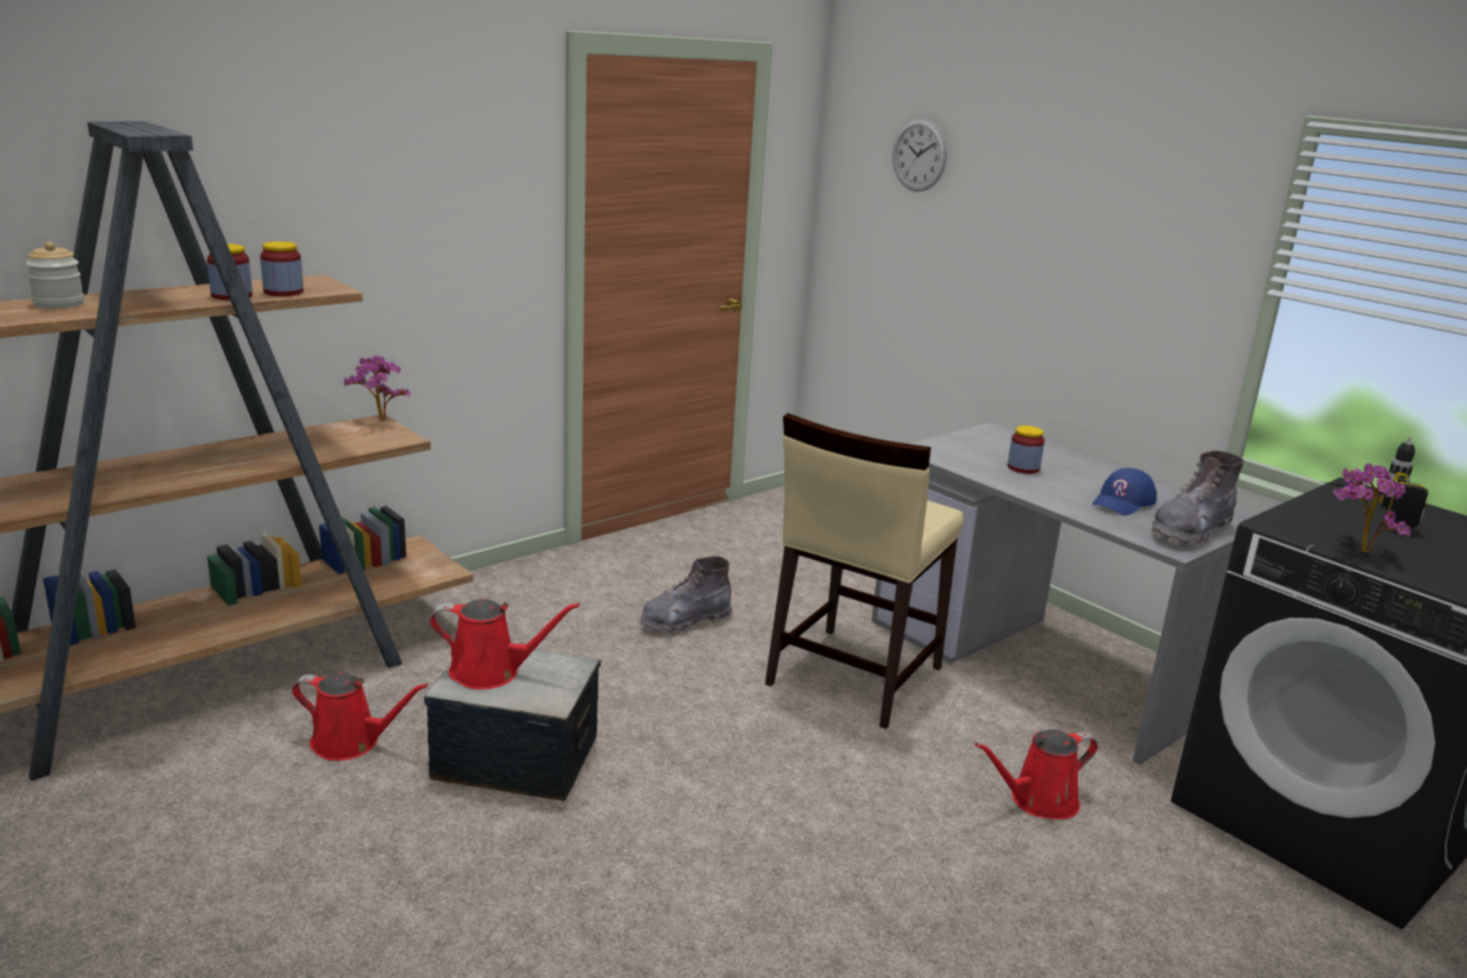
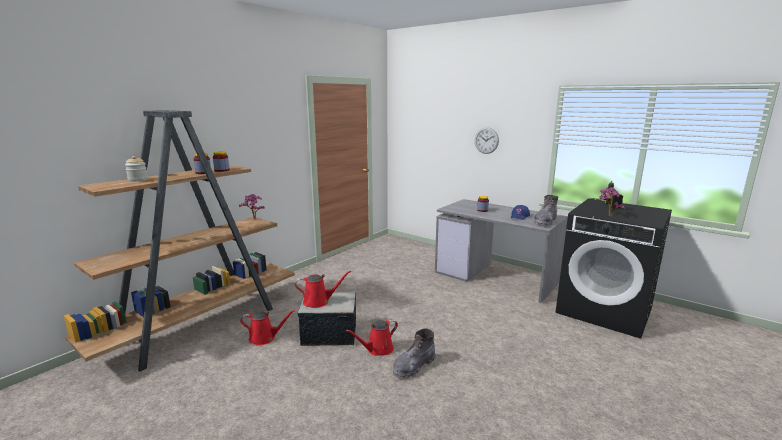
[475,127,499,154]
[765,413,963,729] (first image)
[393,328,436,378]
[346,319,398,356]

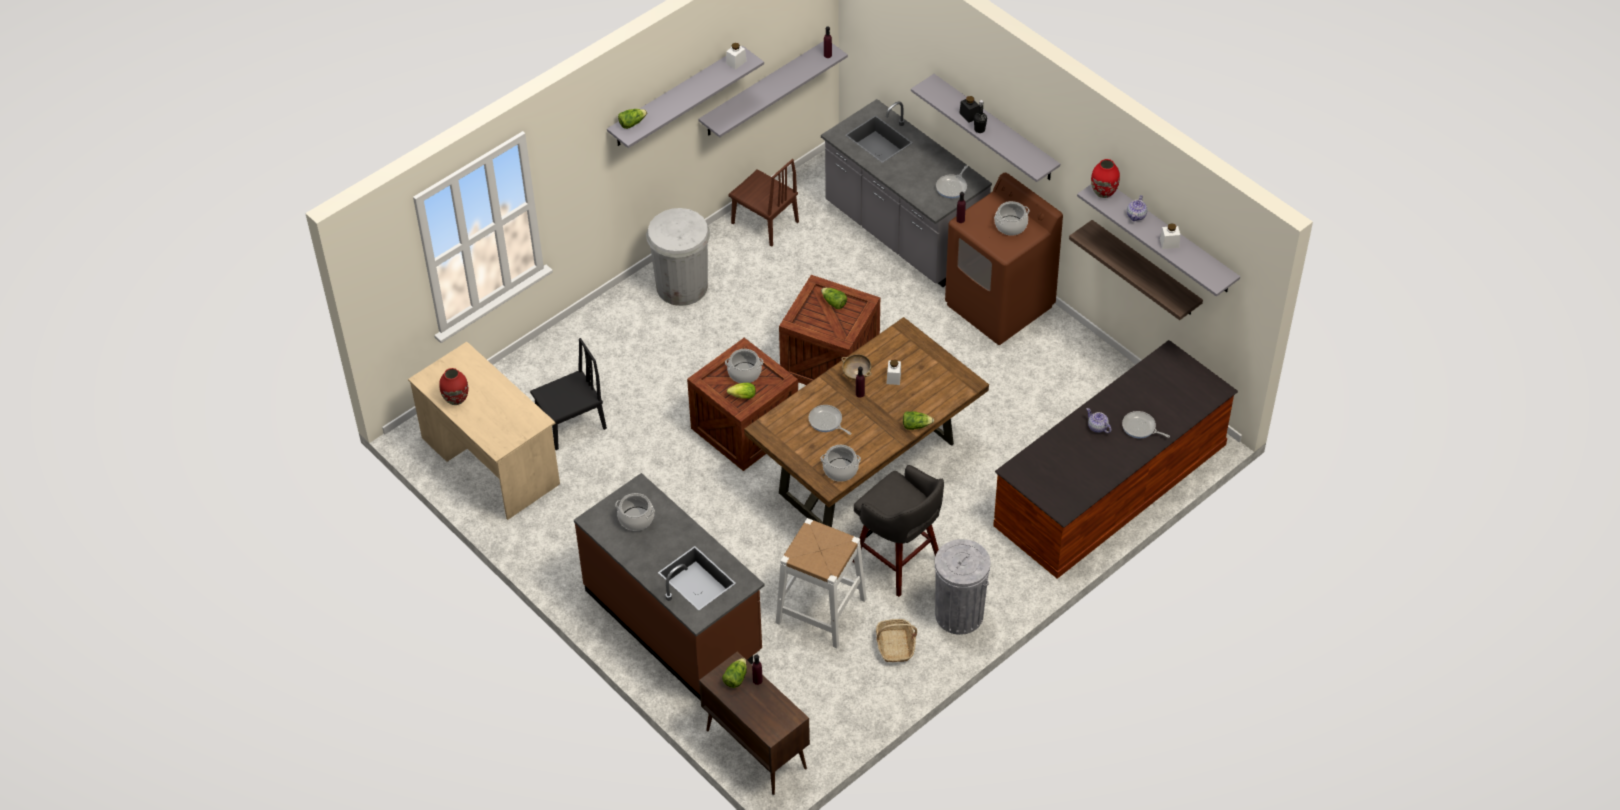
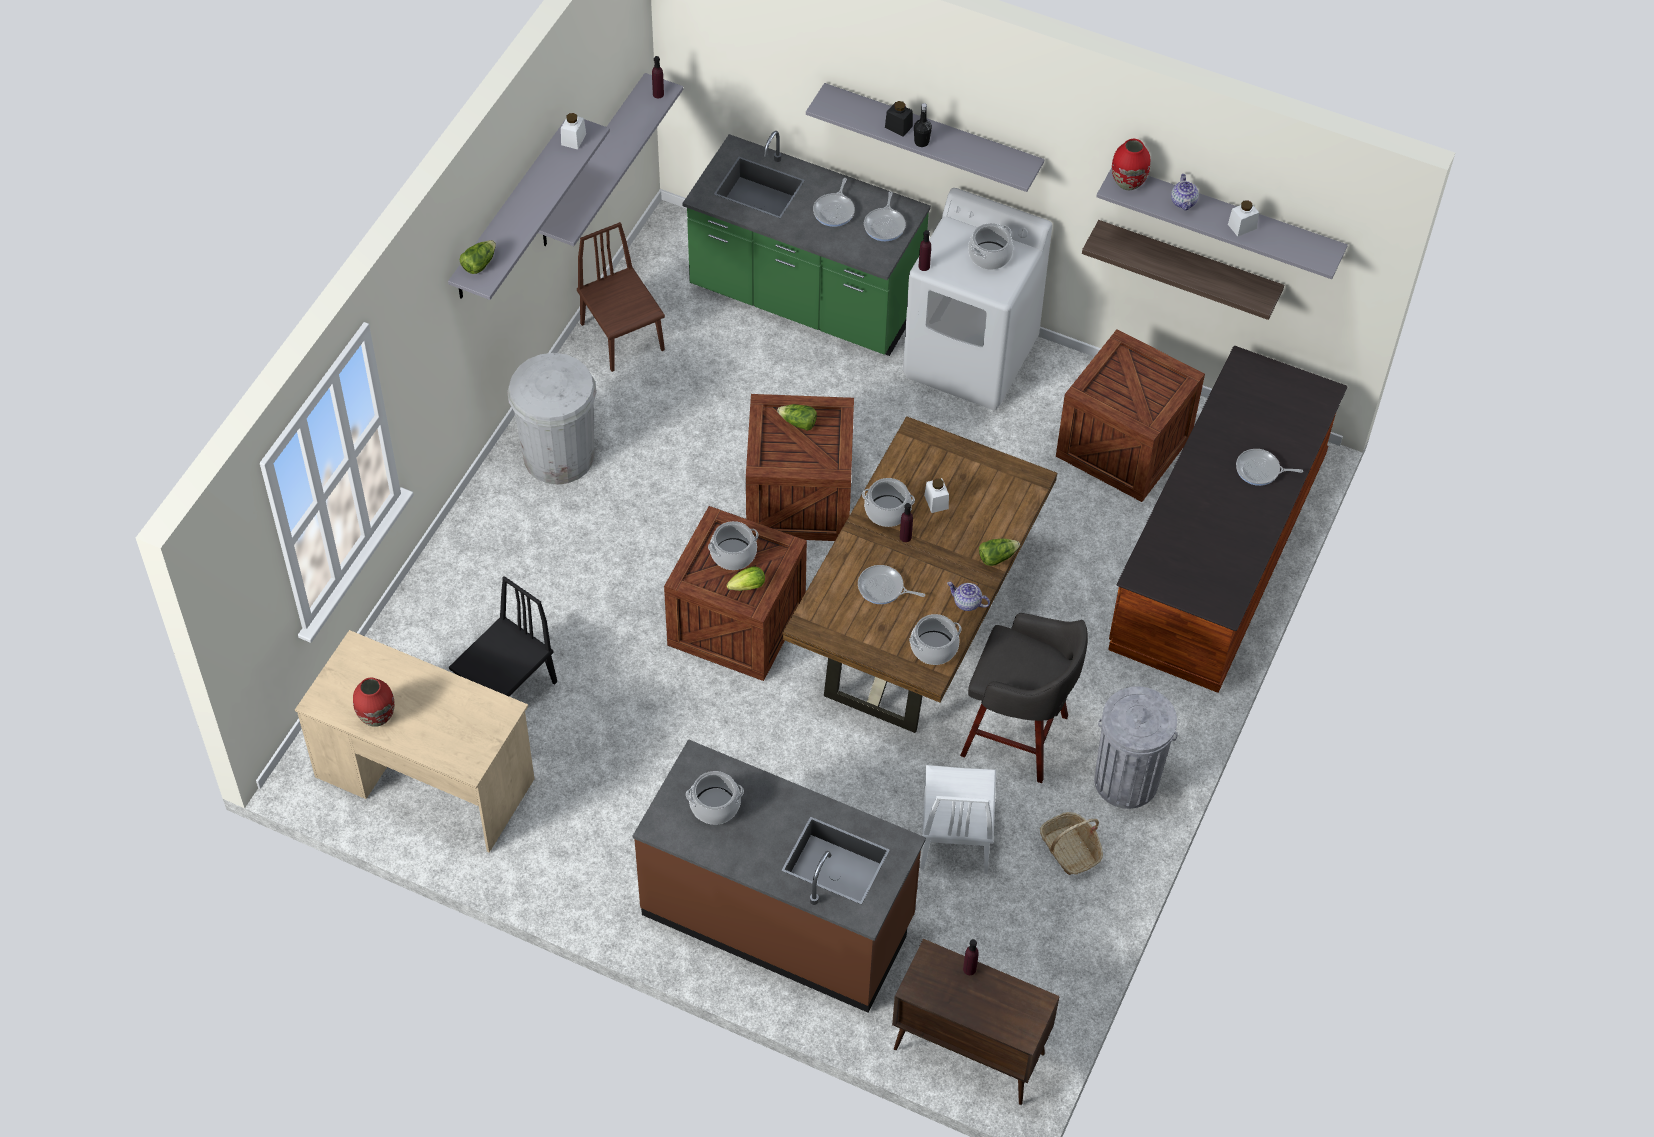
[682,131,931,356]
[577,222,665,372]
[903,188,1052,410]
[862,478,915,527]
[947,582,990,611]
[921,765,996,874]
[722,658,747,688] (first image)
[813,178,855,227]
[1056,329,1205,502]

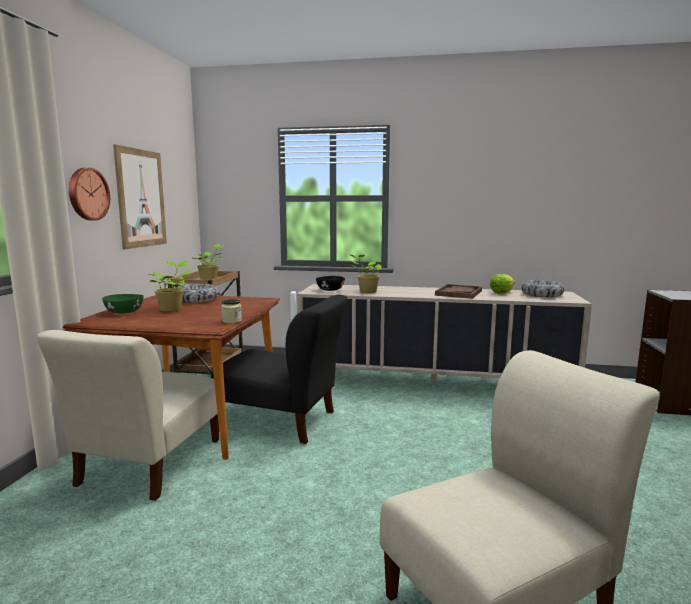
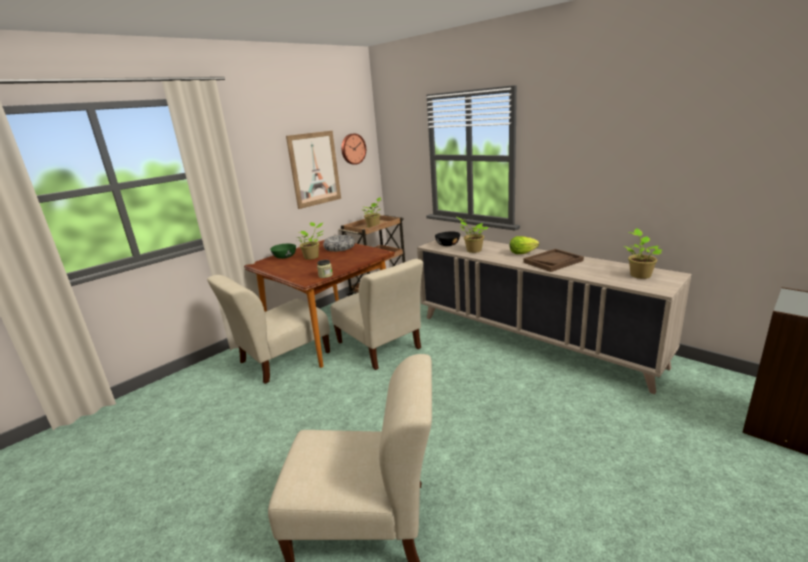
[341,134,366,165]
[510,236,539,254]
[624,228,663,279]
[330,259,423,370]

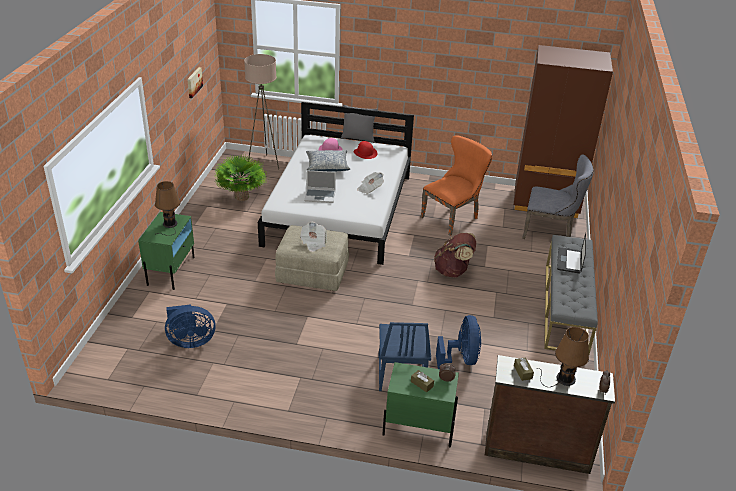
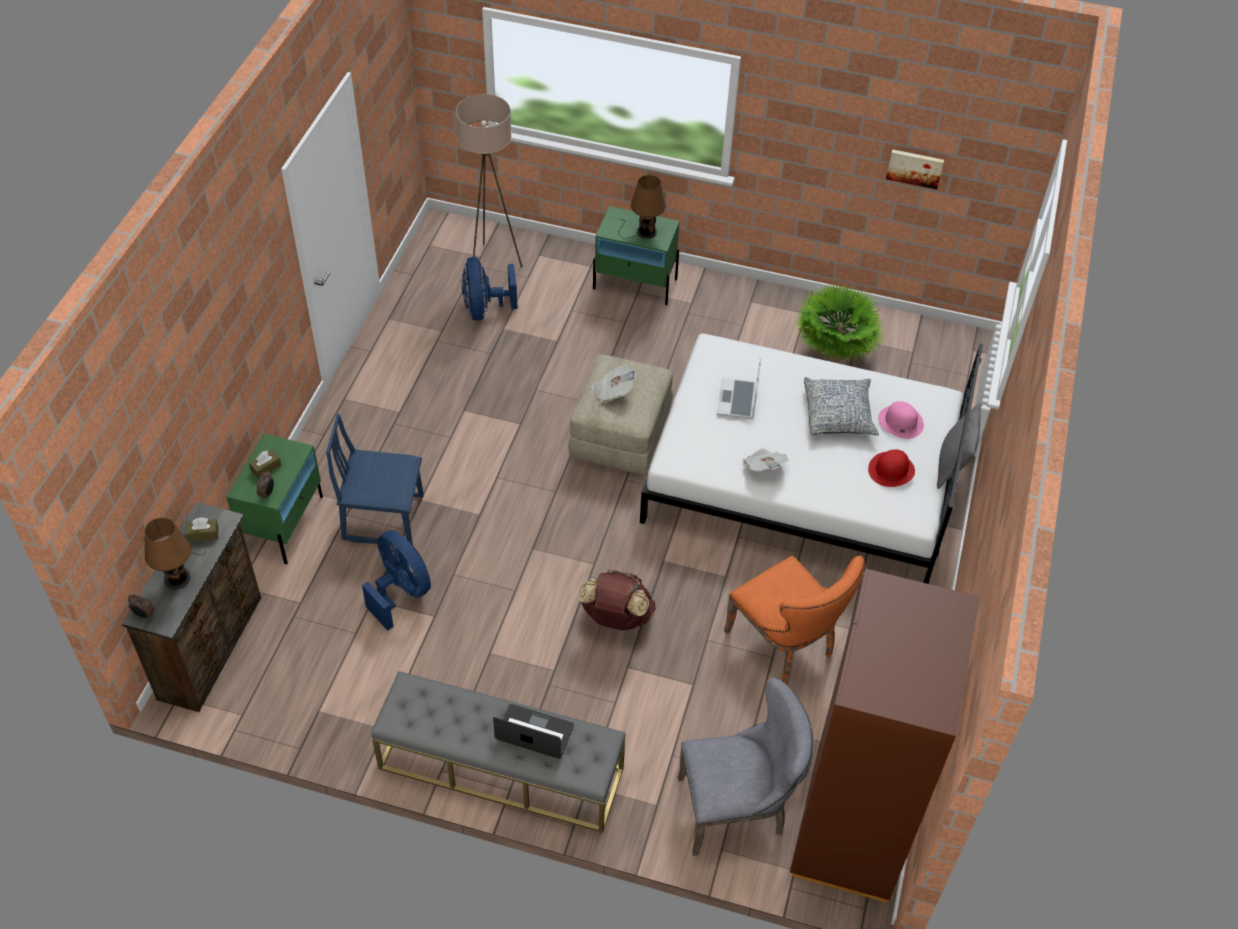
[456,94,522,267]
[678,678,813,856]
[362,530,431,630]

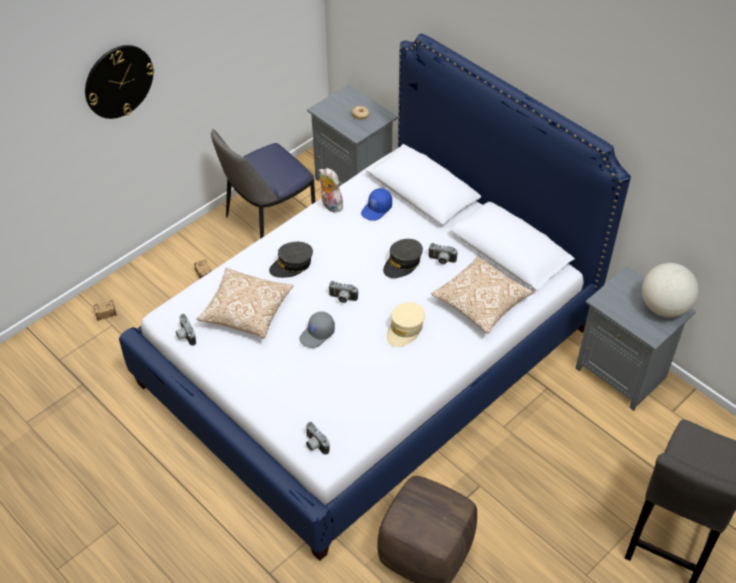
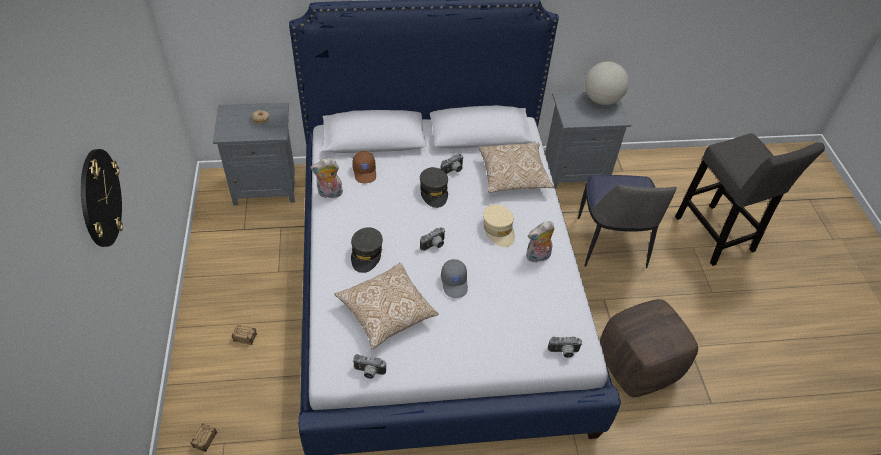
[578,175,677,268]
[352,151,376,183]
[526,221,554,263]

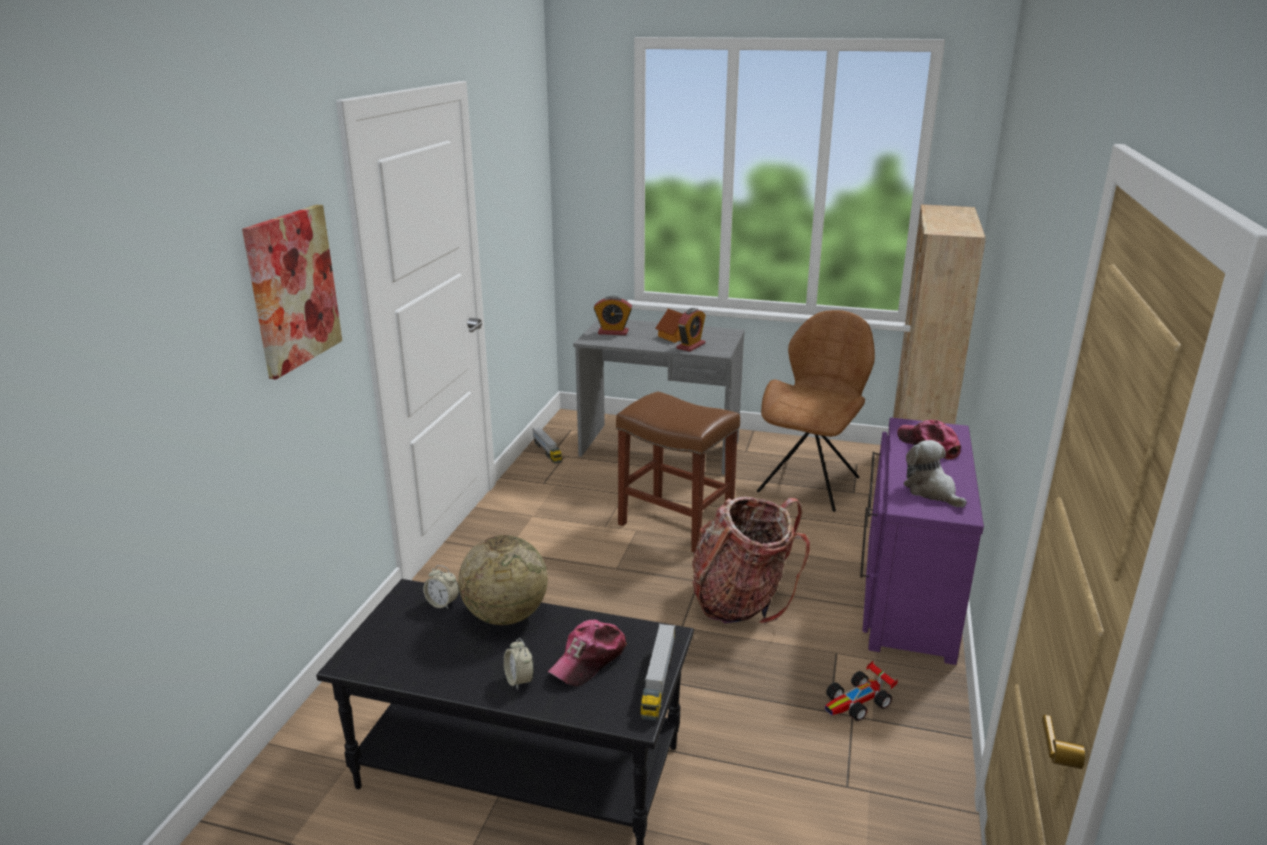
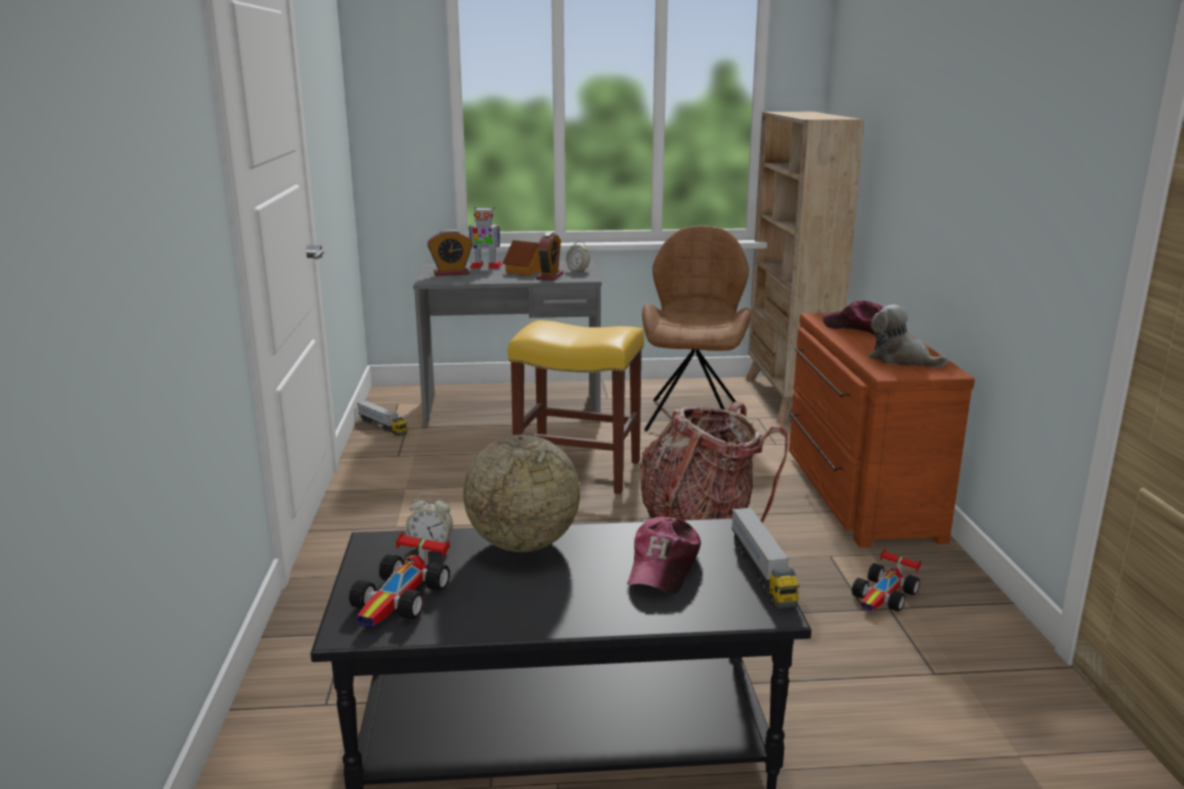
[242,205,342,379] (first image)
[508,320,644,494]
[789,313,975,548]
[566,240,590,272]
[468,207,502,269]
[349,531,450,626]

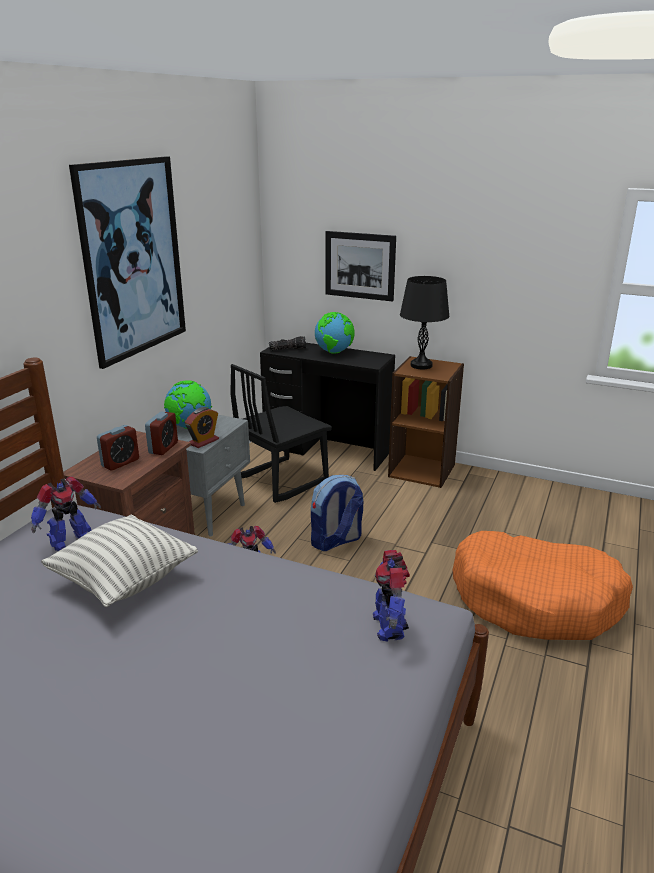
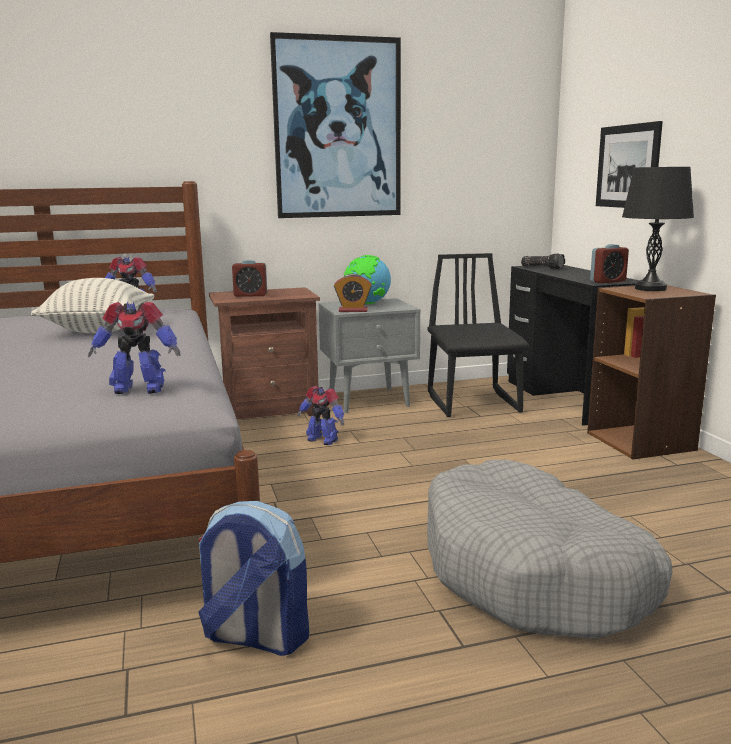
[315,312,355,354] (first image)
[428,253,529,417]
[590,244,629,283]
[198,501,309,656]
[427,459,672,639]
[88,301,181,394]

